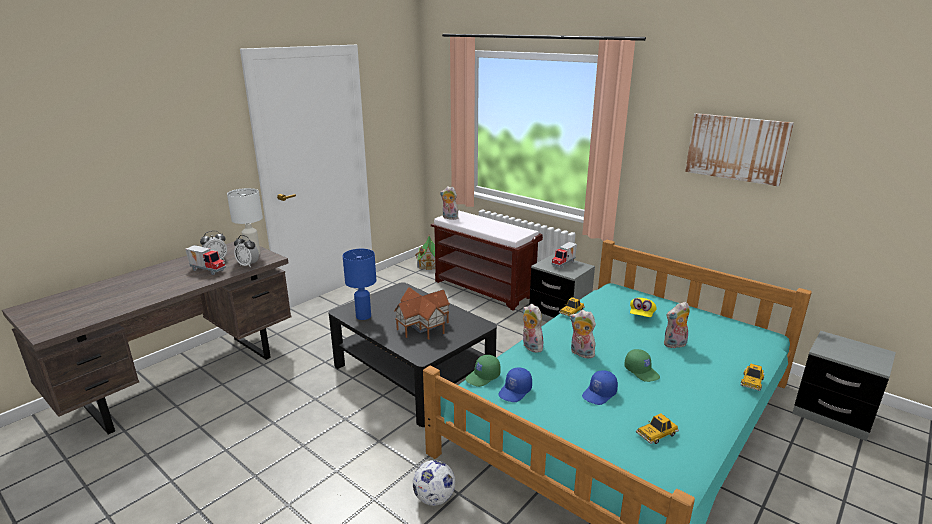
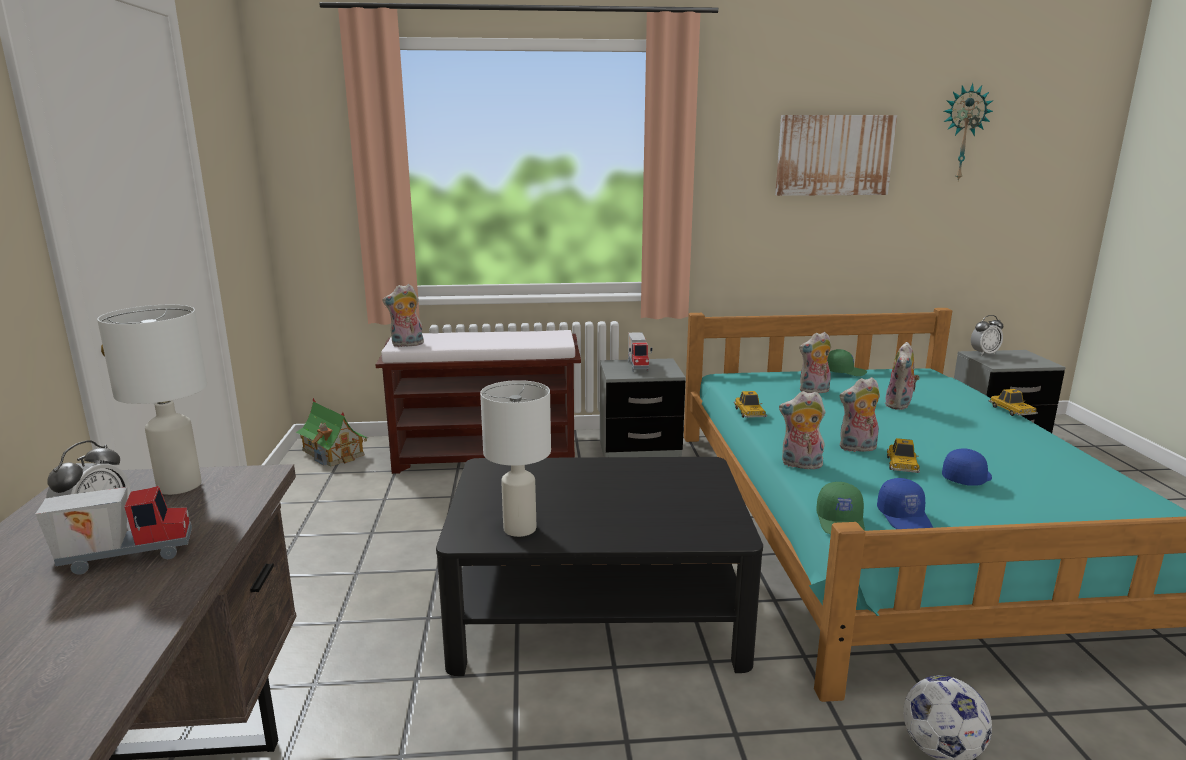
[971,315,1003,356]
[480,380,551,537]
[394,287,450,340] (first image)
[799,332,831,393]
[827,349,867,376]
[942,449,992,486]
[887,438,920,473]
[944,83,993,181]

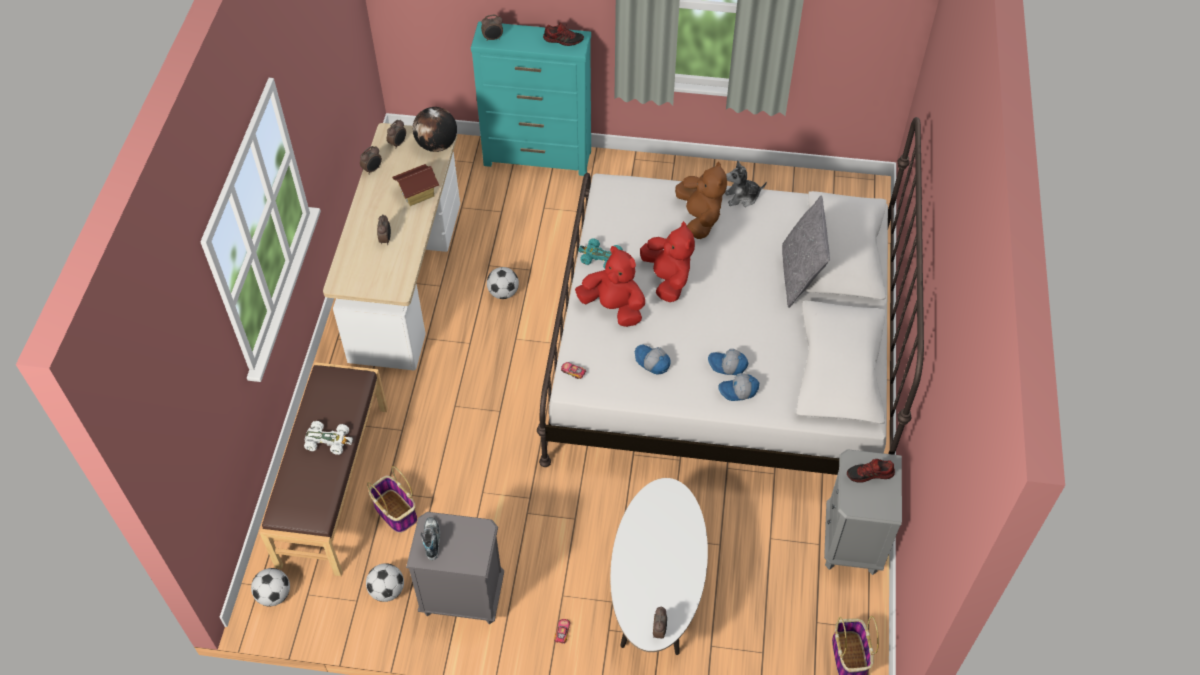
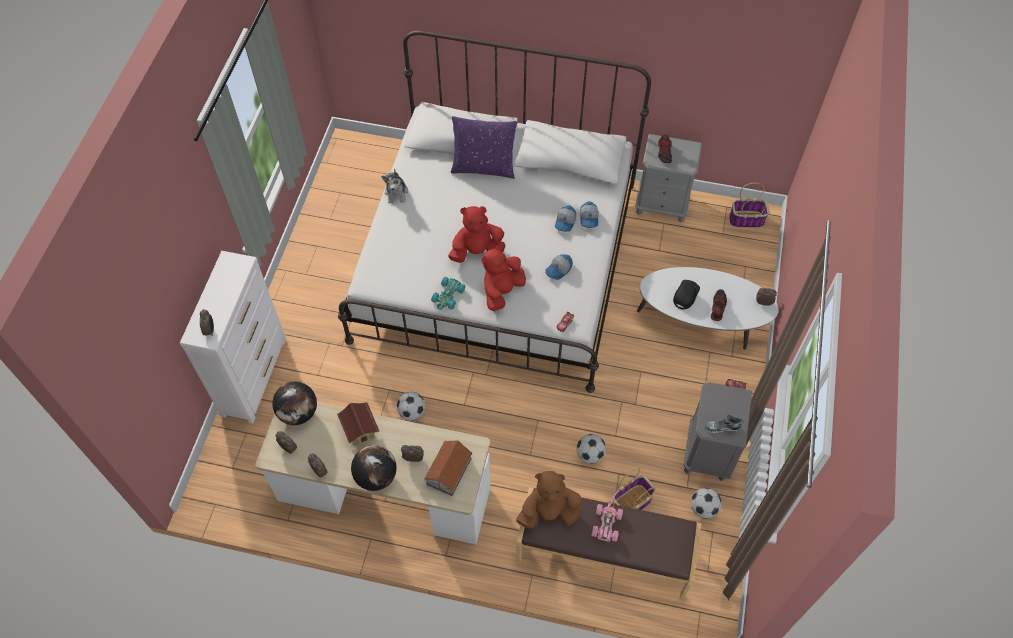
[180,251,286,424]
[711,289,727,321]
[516,471,582,529]
[451,116,518,179]
[592,501,623,542]
[577,434,606,464]
[673,280,700,310]
[424,441,473,496]
[351,445,397,491]

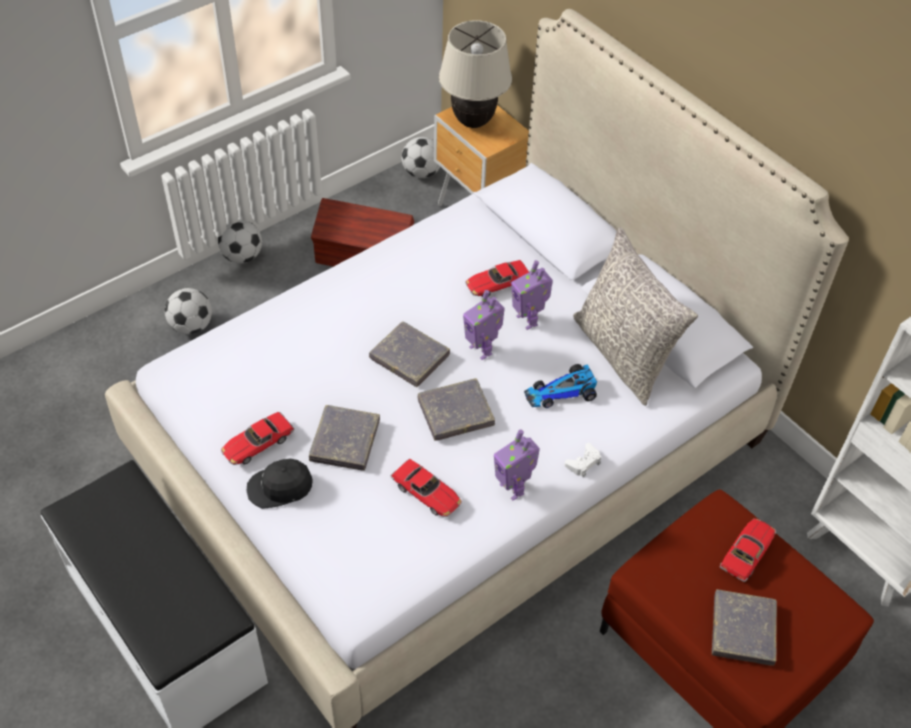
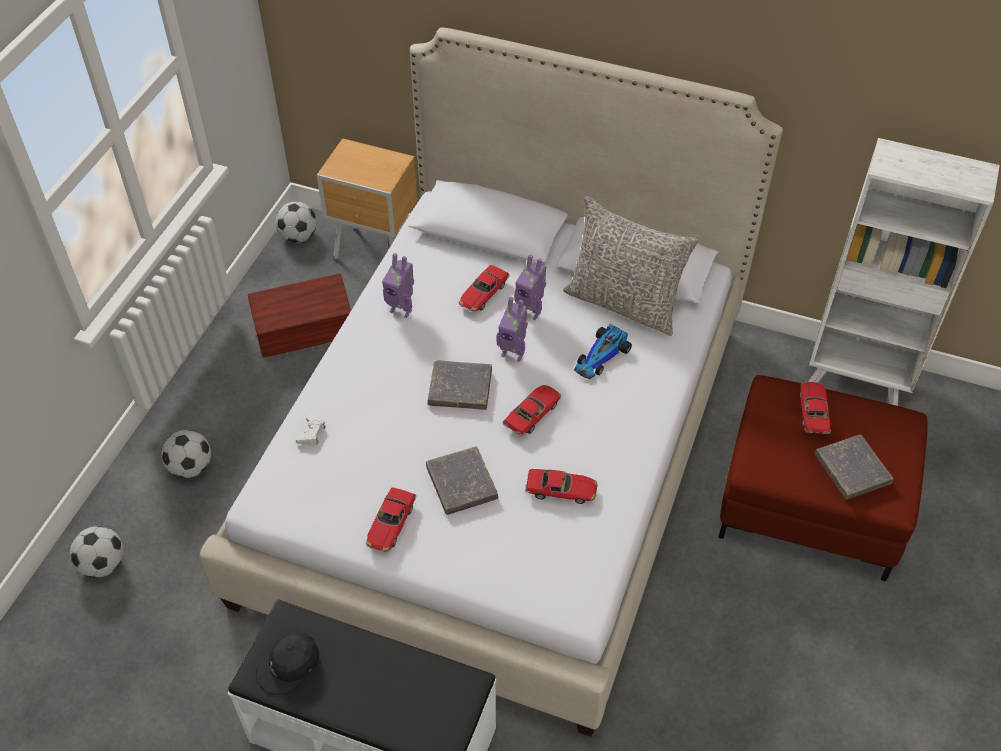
[439,20,512,128] (first image)
[70,526,124,578]
[503,385,561,436]
[382,253,414,318]
[295,414,326,445]
[256,632,319,695]

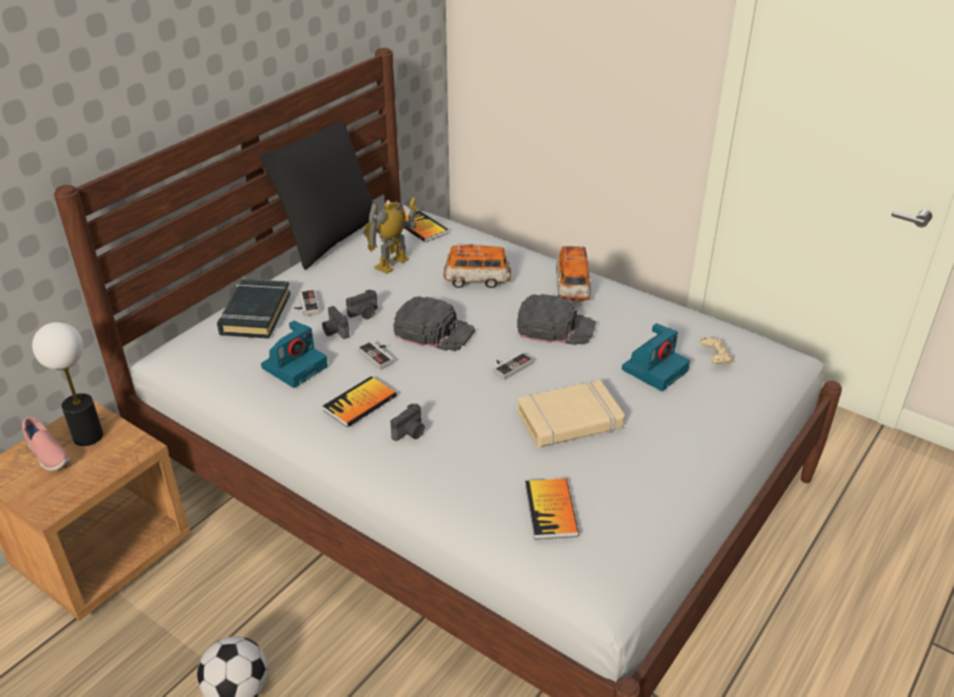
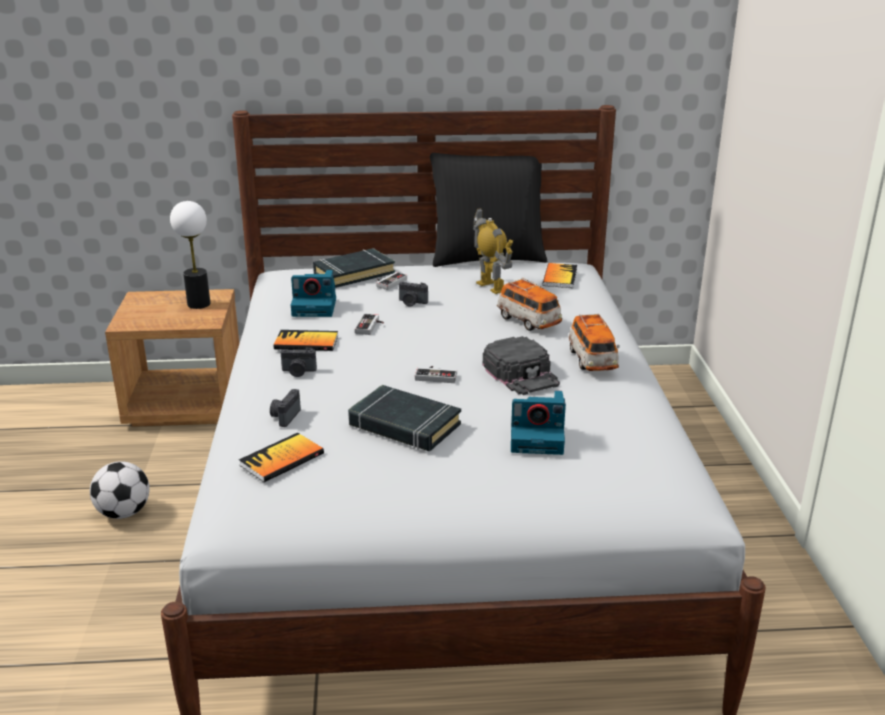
[473,208,513,294]
[568,313,620,371]
[393,296,475,351] (first image)
[270,389,301,427]
[700,337,733,365] (first image)
[348,385,461,451]
[22,417,70,471] (first image)

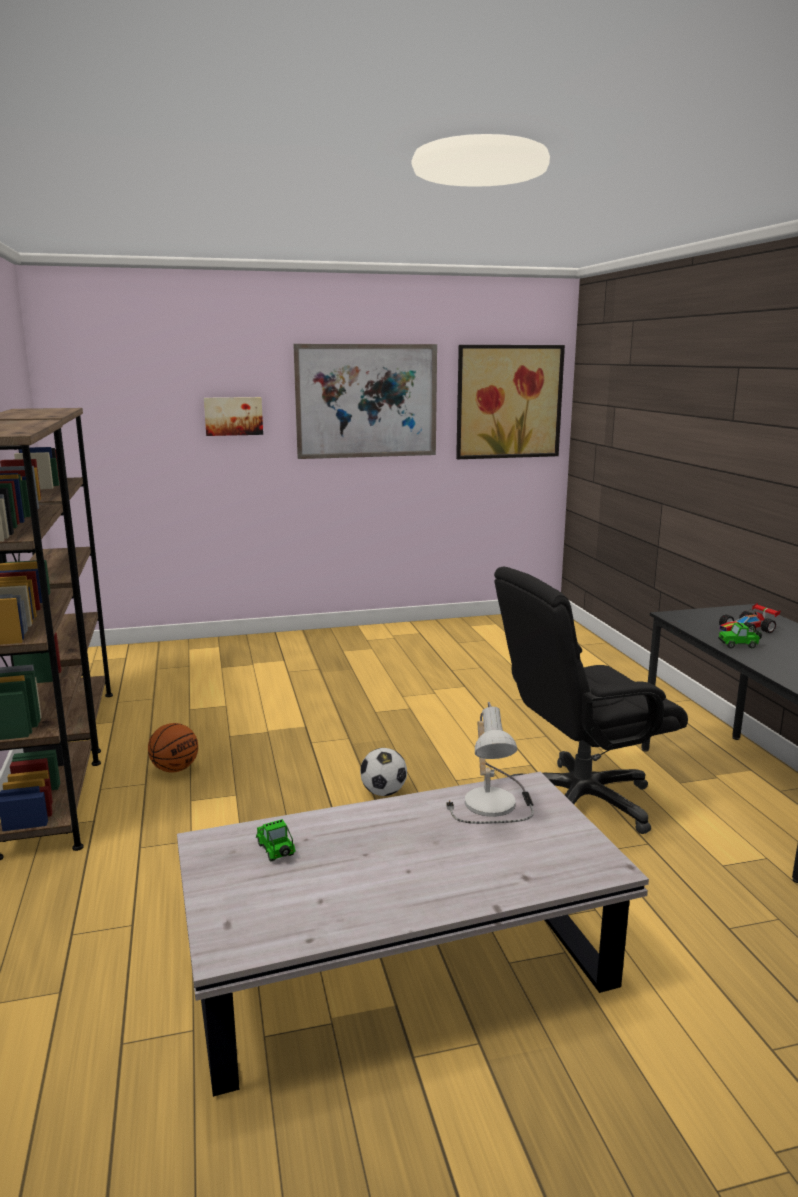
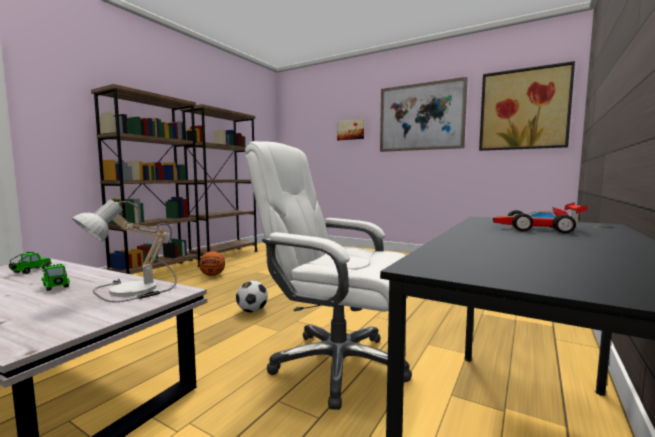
[245,141,412,410]
[42,264,70,291]

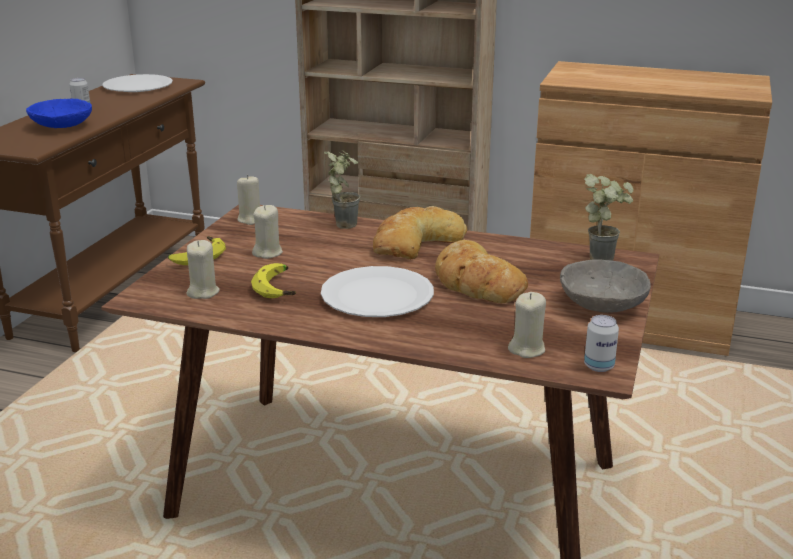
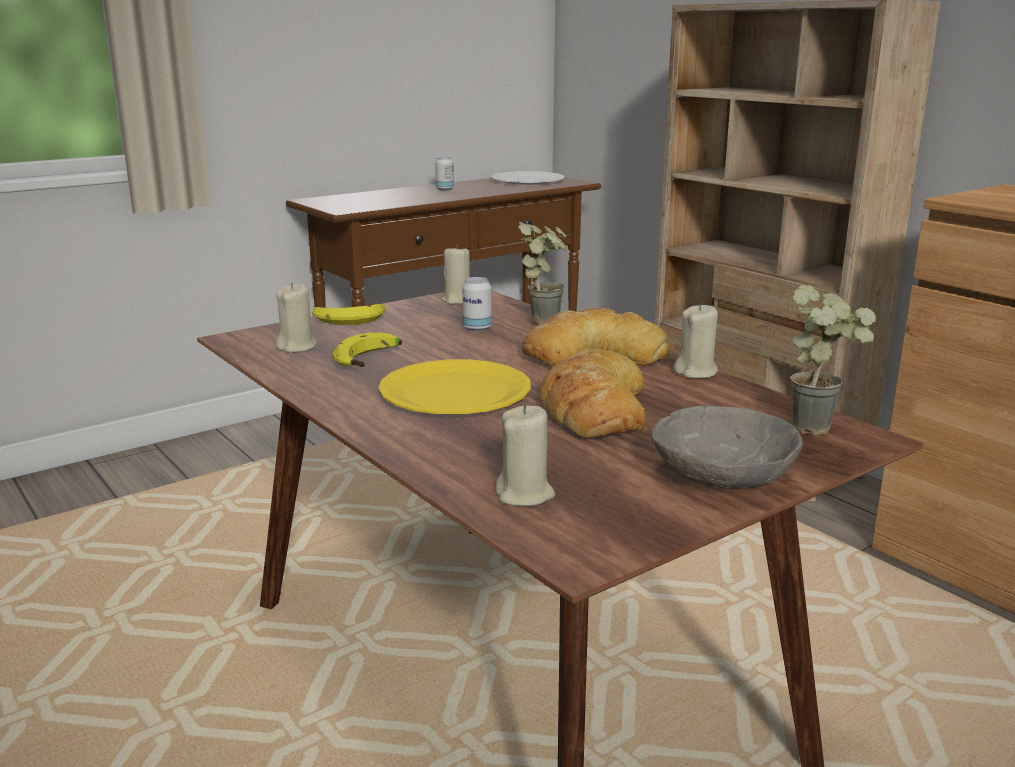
[26,99,92,128] (first image)
[673,303,718,378]
[378,359,531,414]
[462,277,492,332]

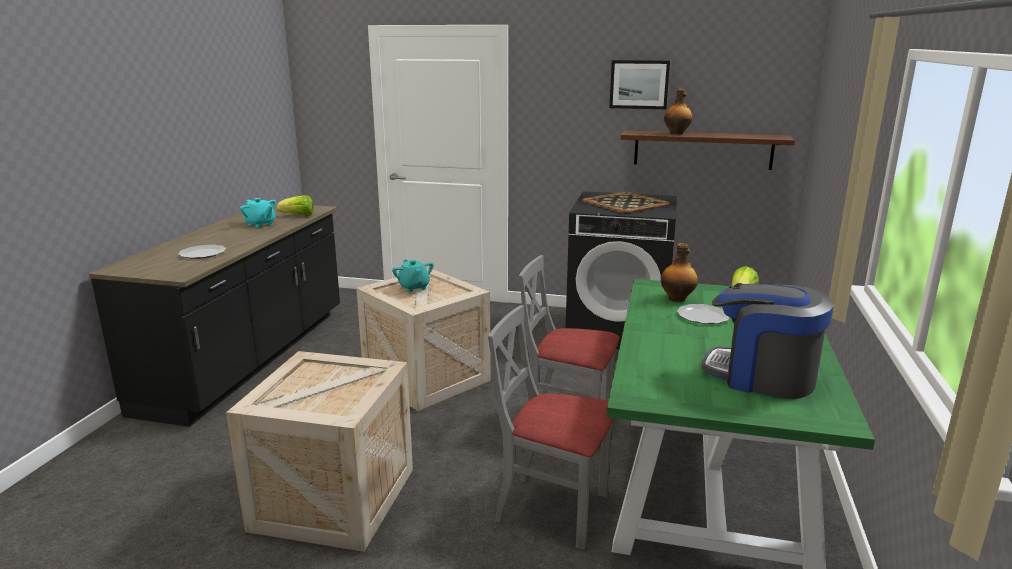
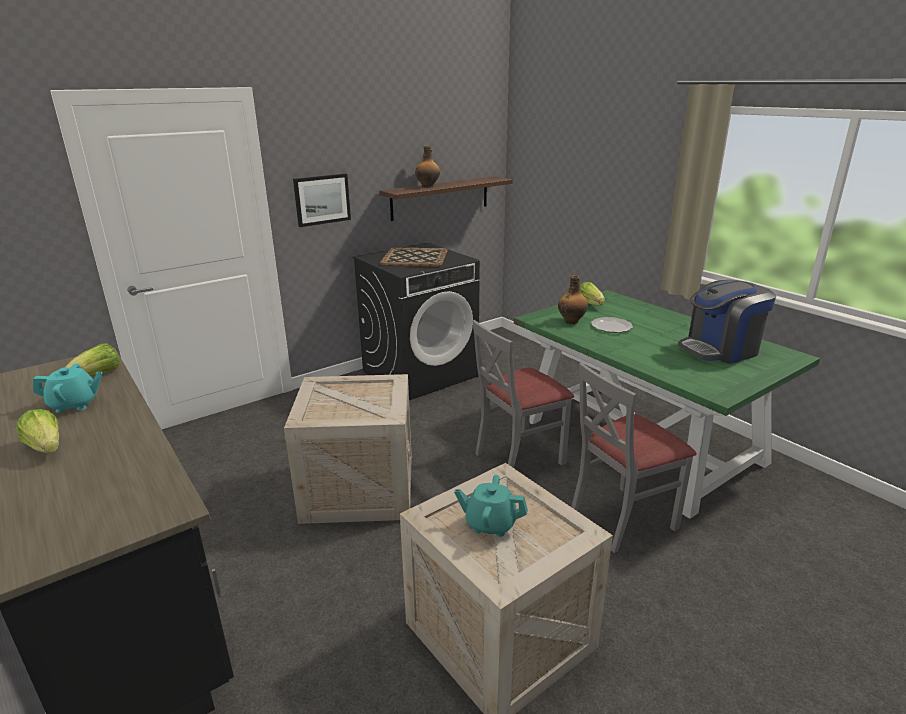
[293,174,351,227]
[178,245,226,259] (first image)
[454,475,528,537]
[16,409,59,453]

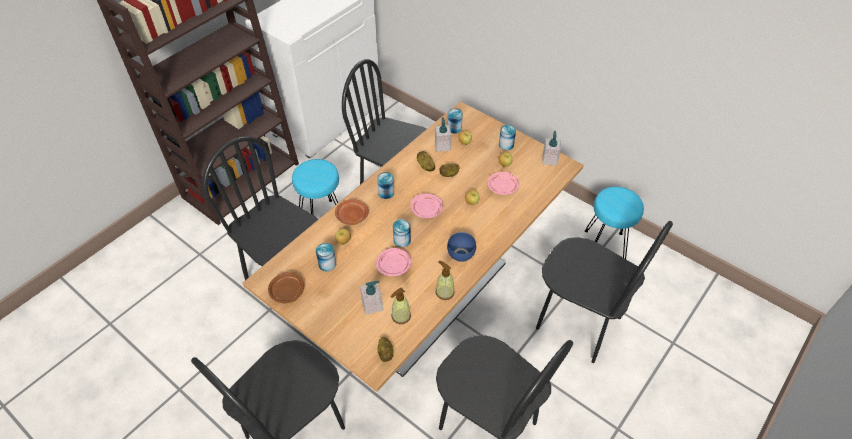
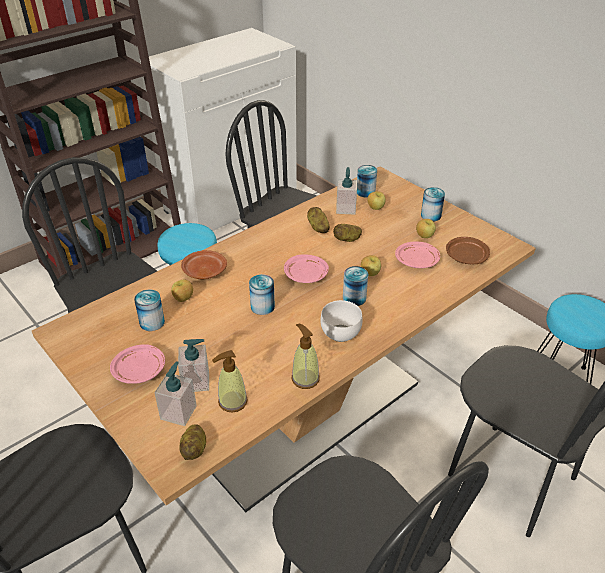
[155,361,197,426]
[343,266,368,306]
[320,300,363,342]
[110,344,165,384]
[446,237,490,264]

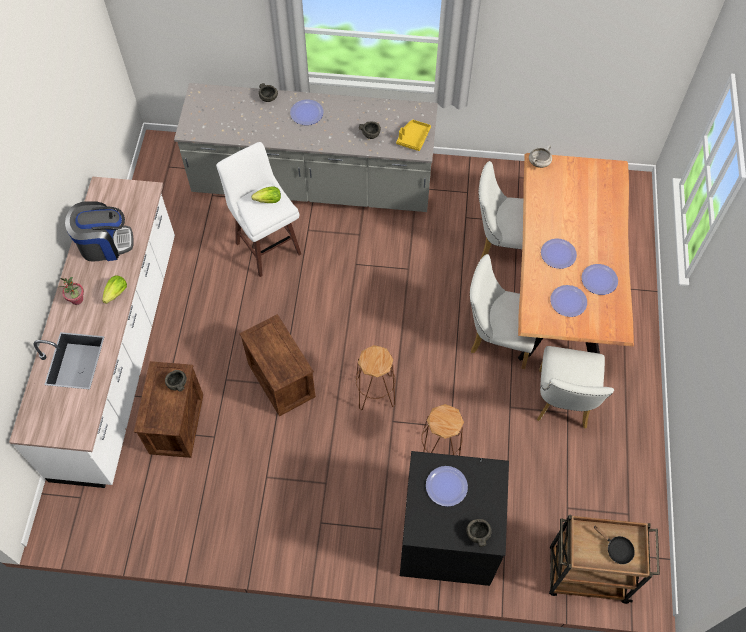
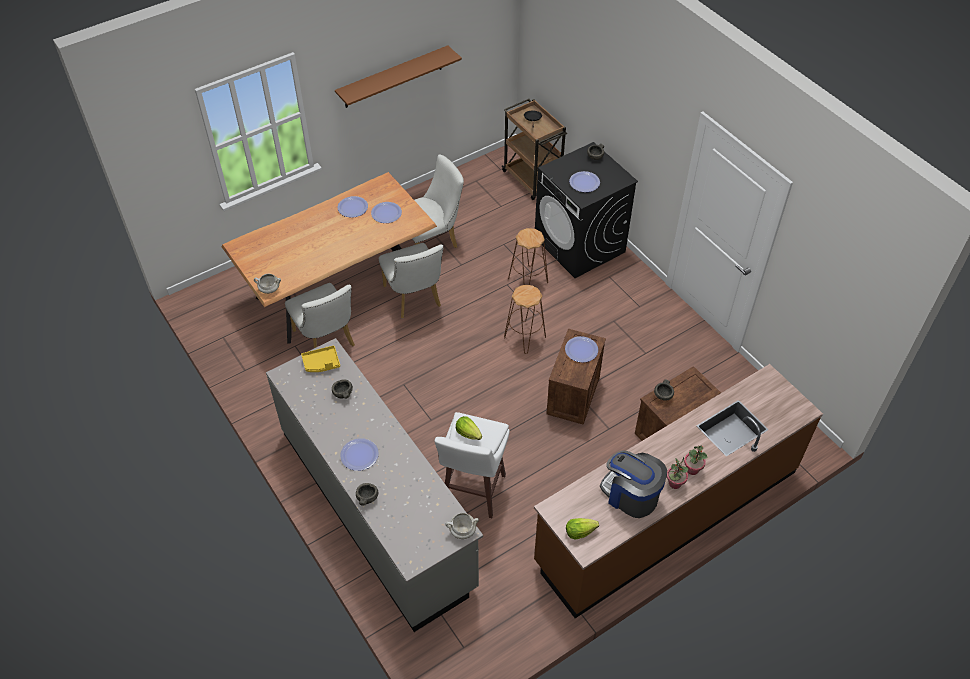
[534,364,823,618]
[565,336,598,363]
[566,518,599,540]
[335,45,462,108]
[667,457,688,489]
[446,513,479,539]

